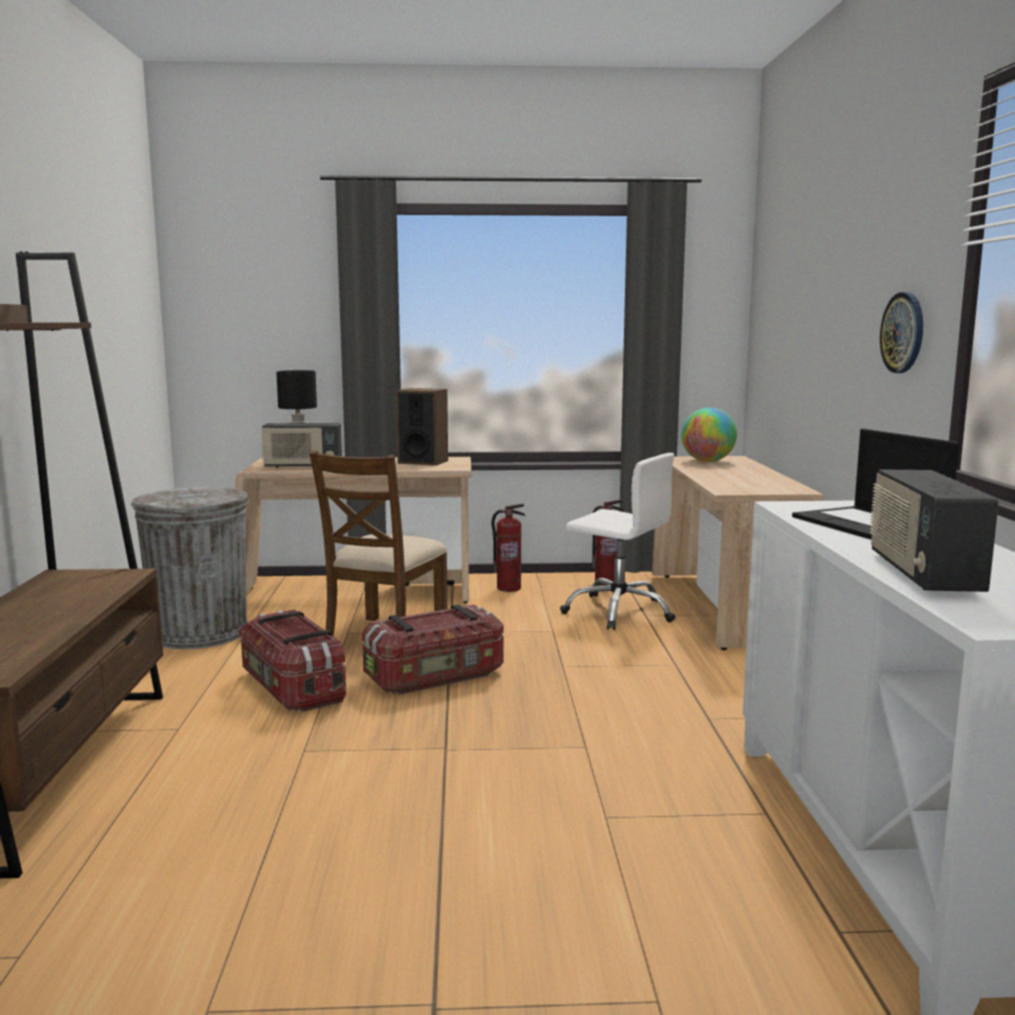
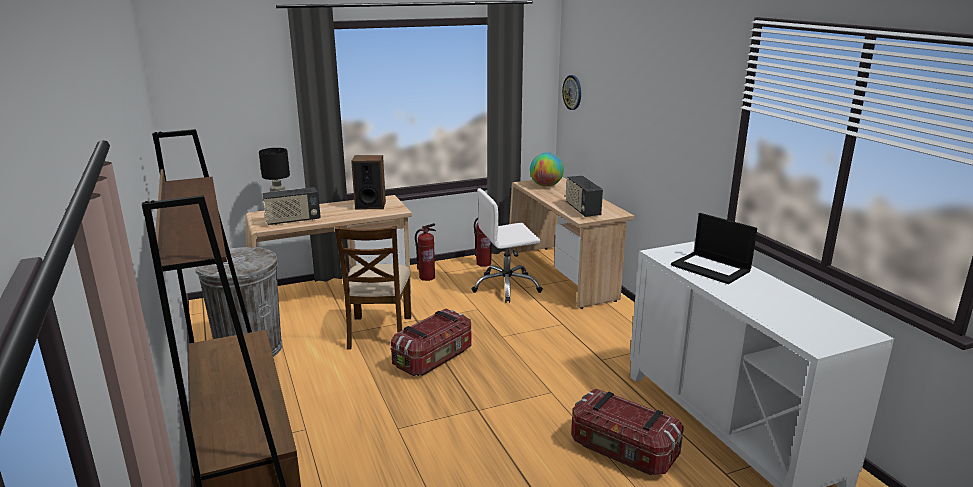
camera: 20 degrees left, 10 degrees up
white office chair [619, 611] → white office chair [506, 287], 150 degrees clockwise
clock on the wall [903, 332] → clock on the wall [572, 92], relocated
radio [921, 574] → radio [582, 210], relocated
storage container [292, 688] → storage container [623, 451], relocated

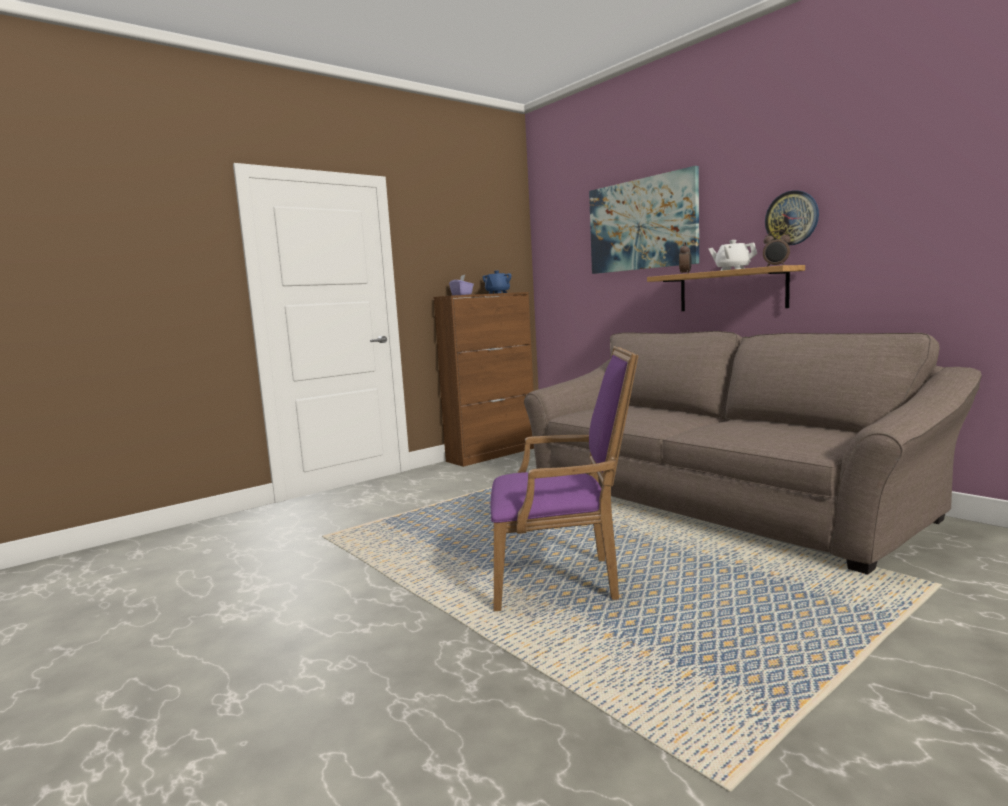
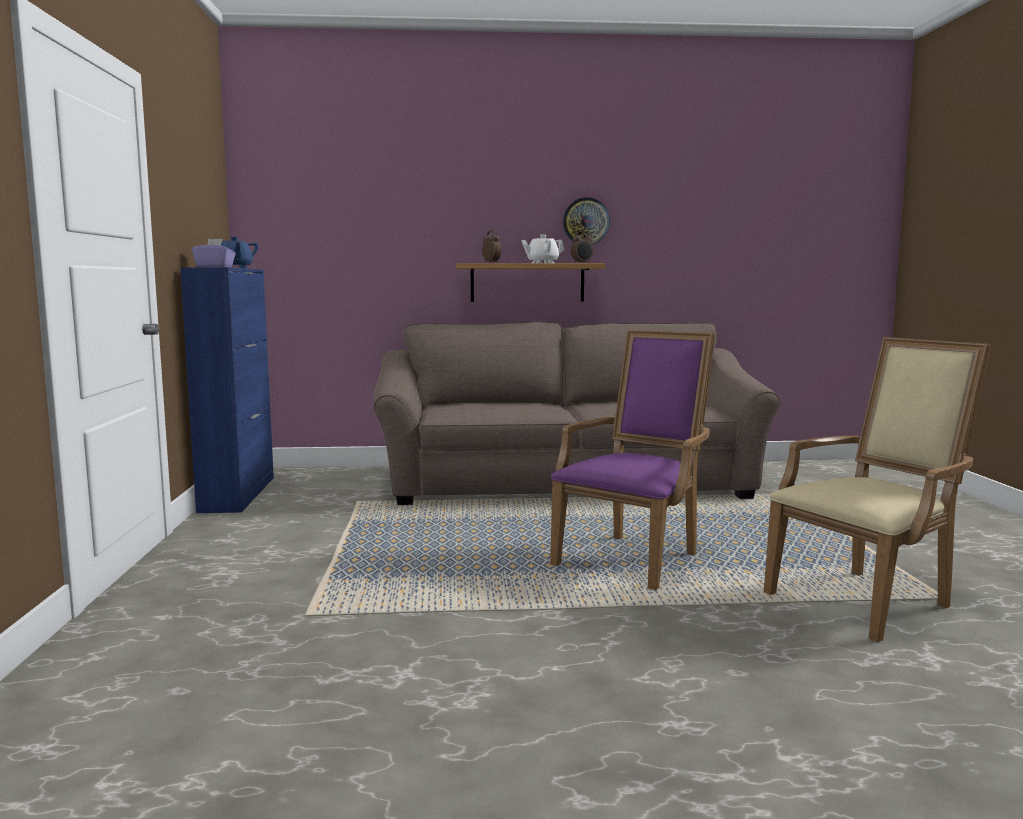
camera: 55 degrees left, 0 degrees up
brown cupboard [493, 454] → blue cupboard [238, 494]
- → beige easy chair [867, 600]
picture [642, 224] → -

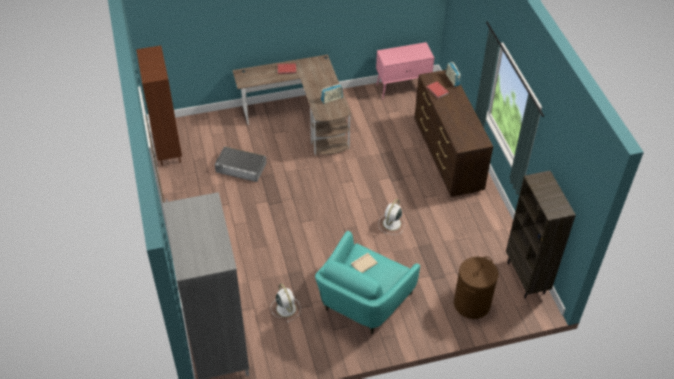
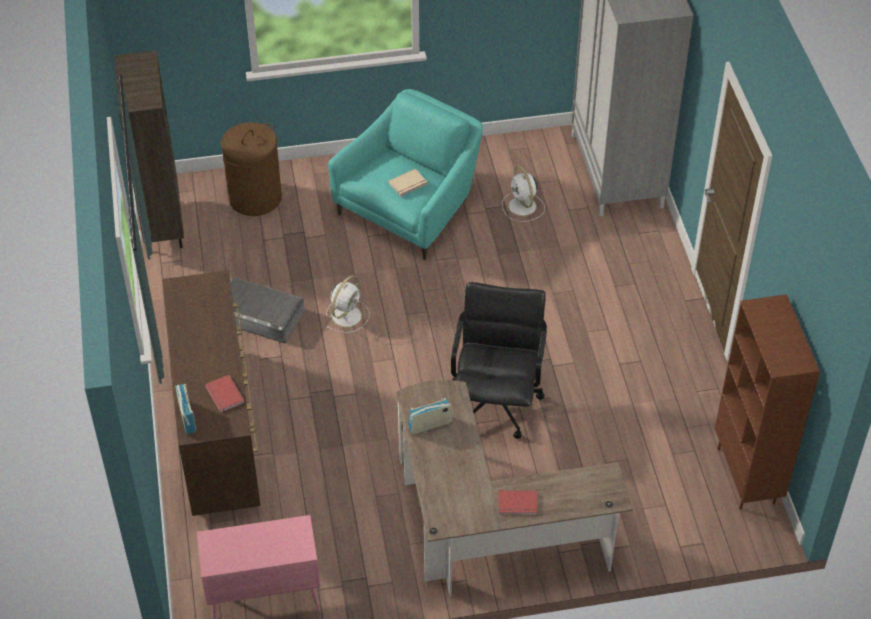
camera: 175 degrees left, 0 degrees up
gray storage container [241, 167] → gray storage container [260, 316], relocated
- → black-coloured office chair [496, 403]

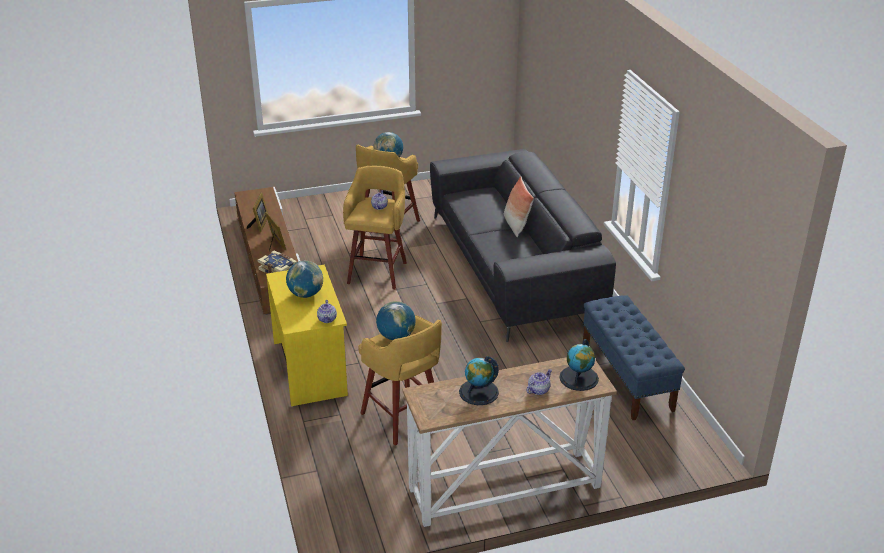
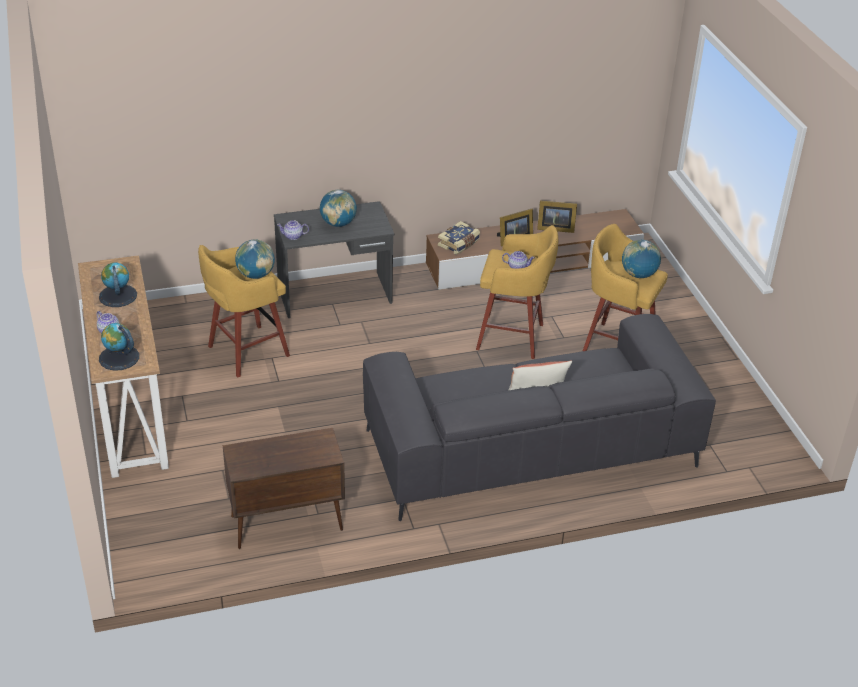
camera: 90 degrees right, 5 degrees up
blue indoor bench [627, 377] → brown cupboard [285, 523]
yellow desk [311, 367] → gray desk [335, 295]

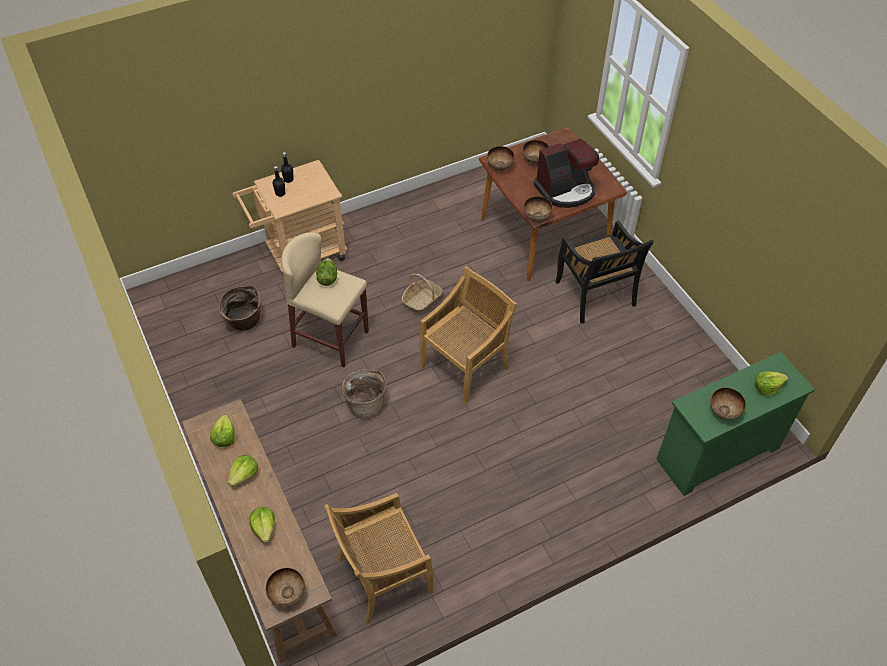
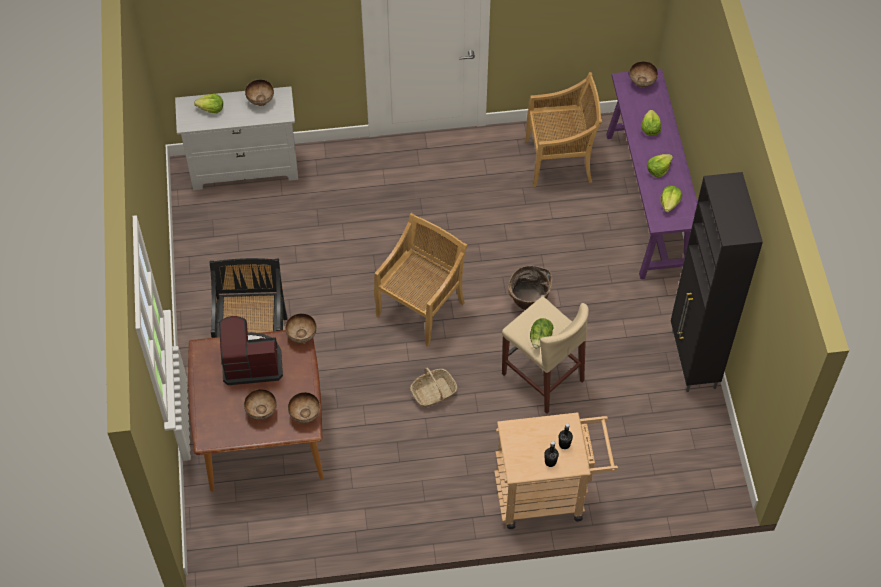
camera: 160 degrees left, 5 degrees up
greenish drawer chest [717, 454] → white drawer chest [245, 168]
beige upright chair [465, 366] → beige upright chair [421, 308], 150 degrees clockwise
brown narrow table [267, 552] → purple-coloured narrow table [646, 203]
- → black-coloured cupboard [693, 360]
household basket [244, 322] → -

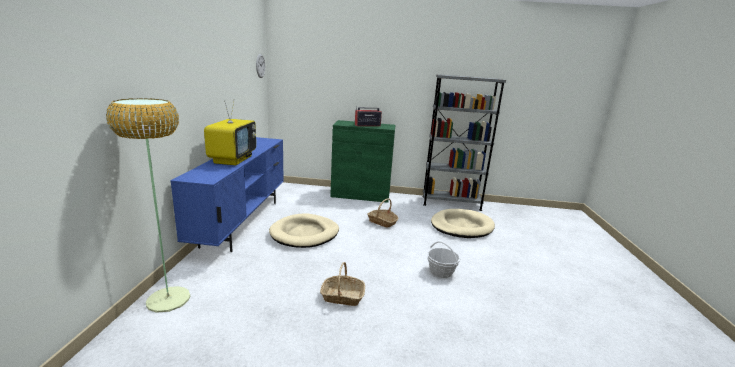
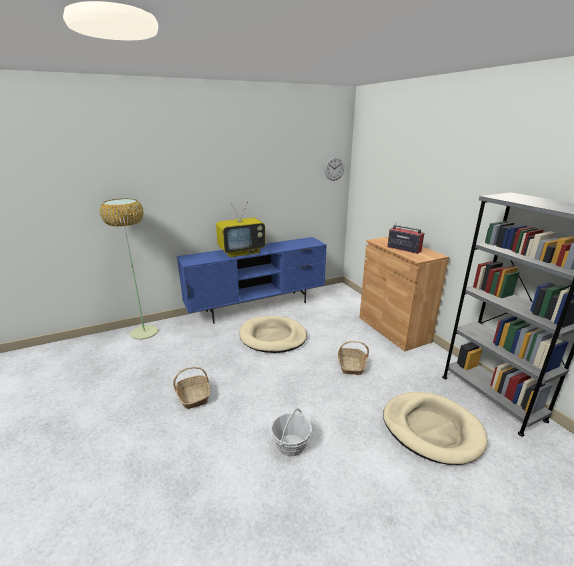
camera: 60 degrees right, 5 degrees up
greenish cupboard [360, 194] → brown cupboard [393, 329]

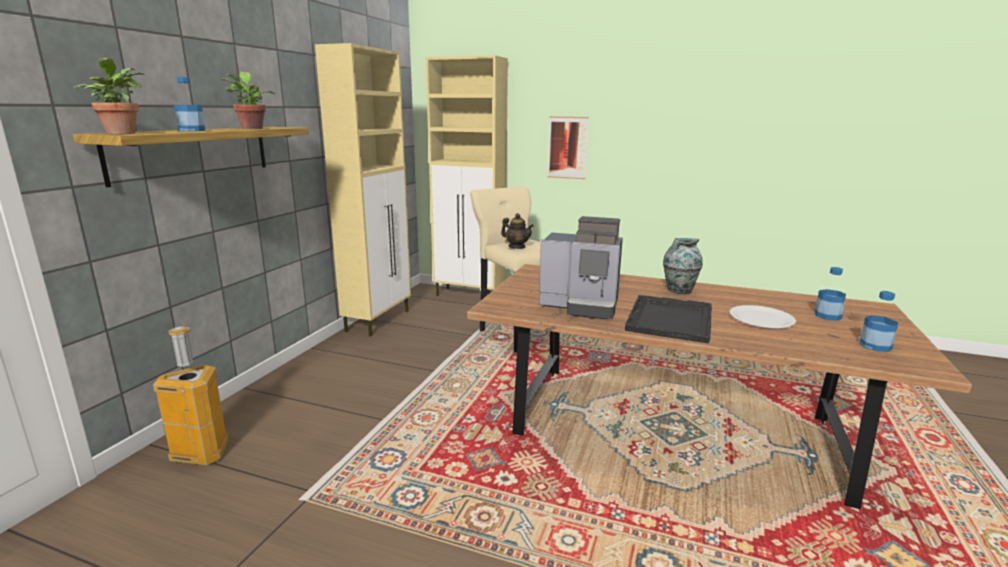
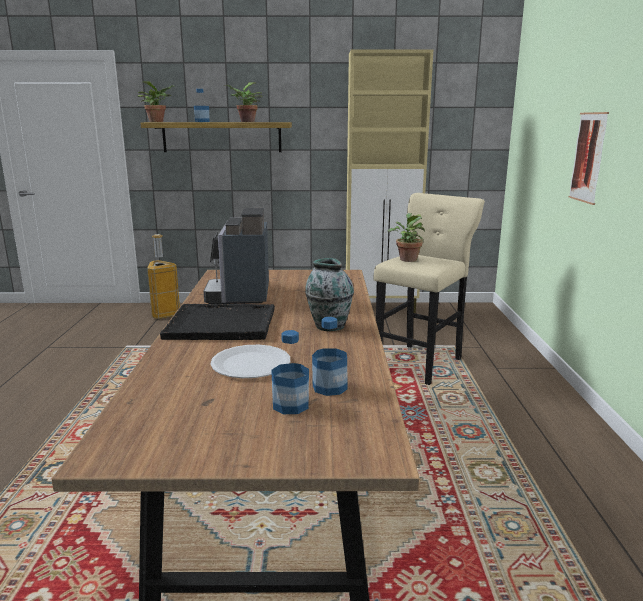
camera: 70 degrees right, 0 degrees up
drink bottle [875, 346] → drink bottle [330, 387], relocated
teapot [517, 247] → plant in a pot [407, 259]
beige cupboard [470, 295] → -

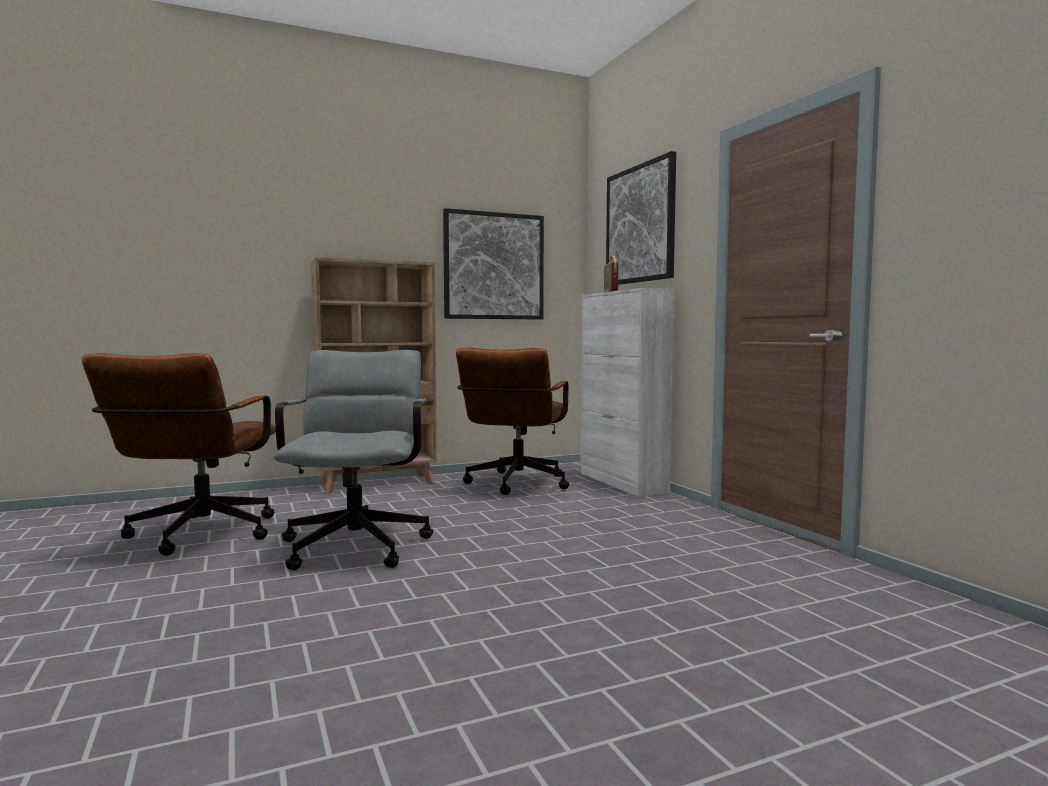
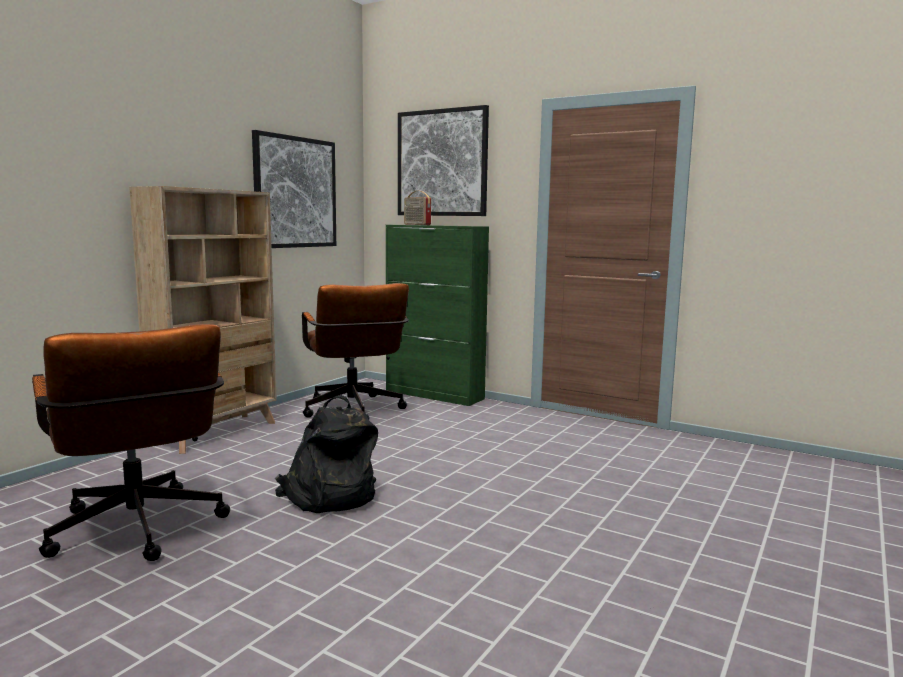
camera: 35 degrees left, 5 degrees up
gray office chair [358, 543] → black-coloured backpack [329, 496]
white cupboard [622, 482] → greenish cupboard [434, 395]

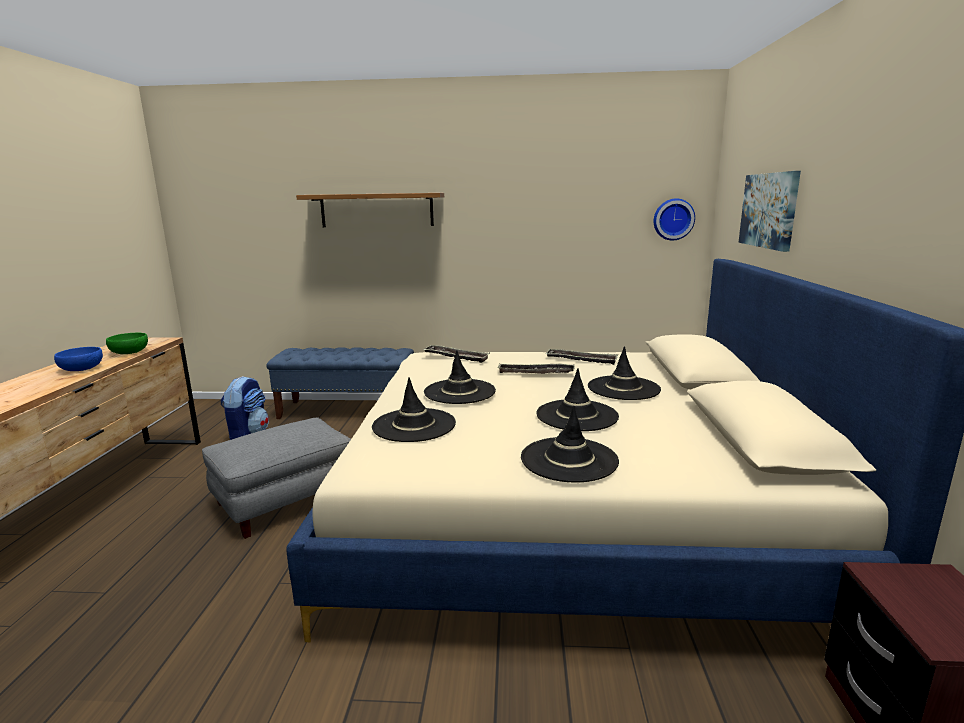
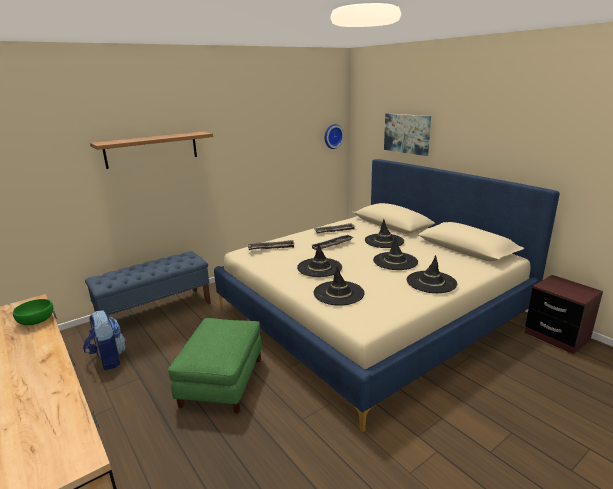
camera: 40 degrees left, 5 degrees up
gray pouffe [285, 499] → greenish pouffe [221, 381]
blue deep dish [82, 368] → -

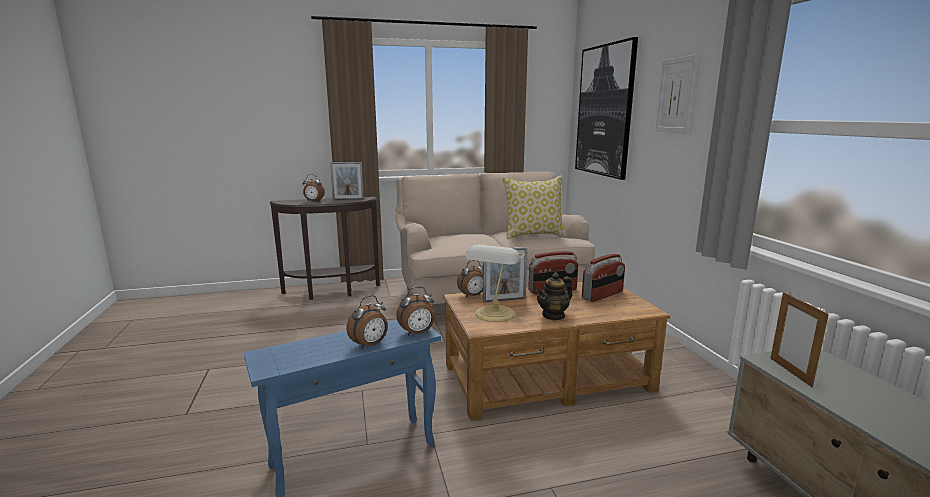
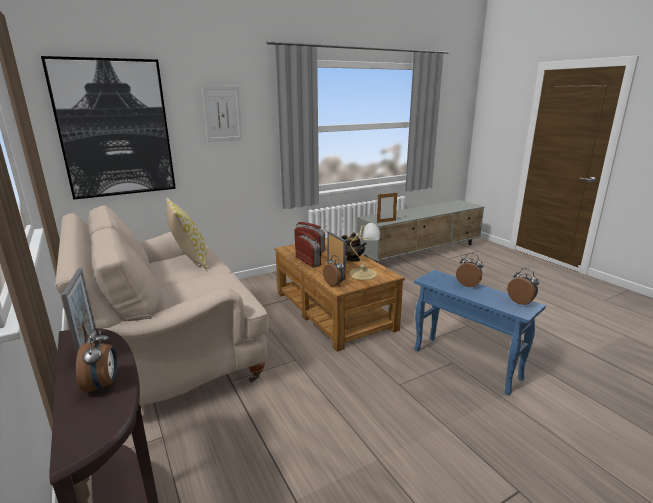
camera: 105 degrees left, 5 degrees up
bedside clock [417, 333] → bedside clock [521, 301], relocated

